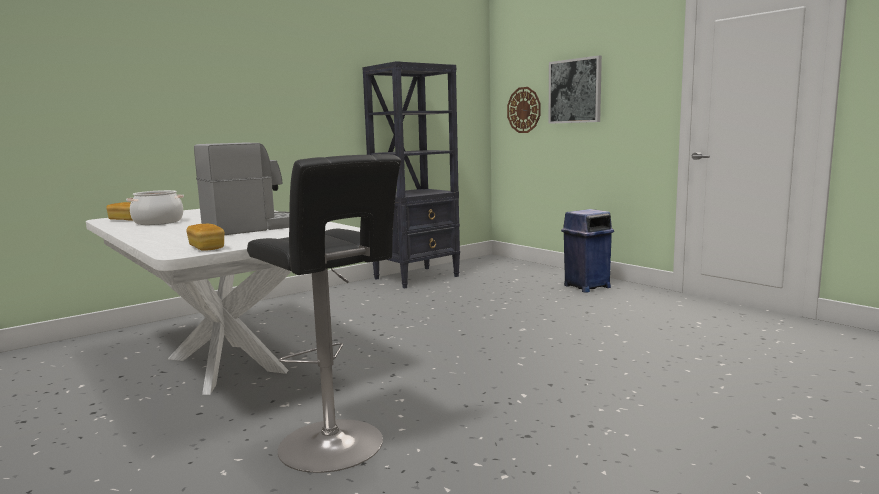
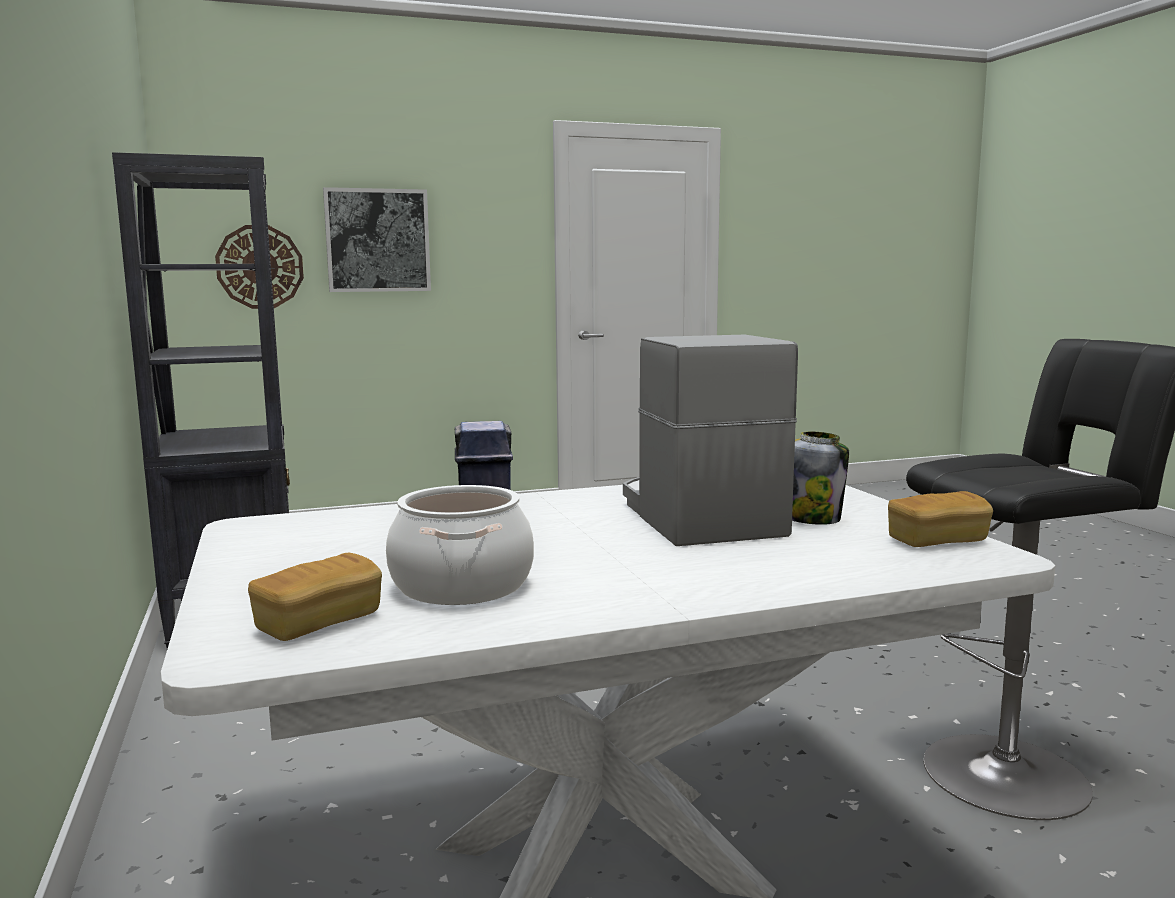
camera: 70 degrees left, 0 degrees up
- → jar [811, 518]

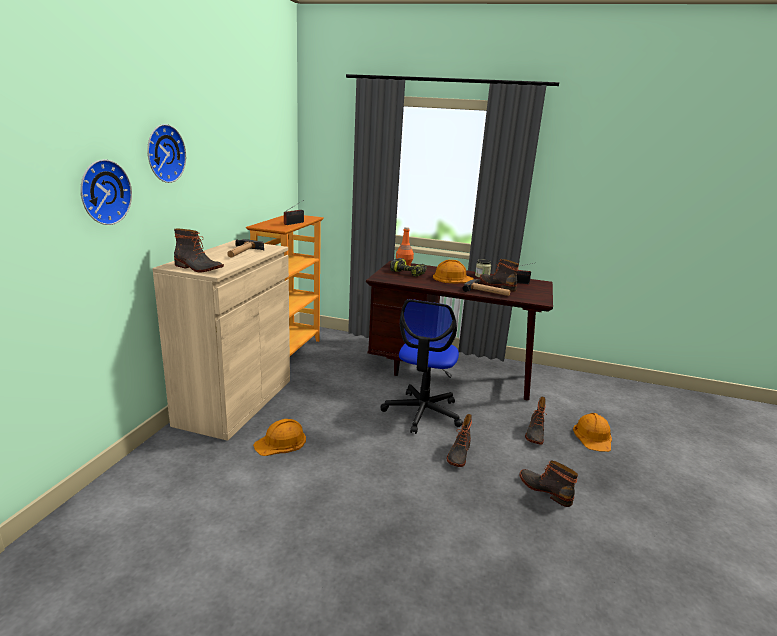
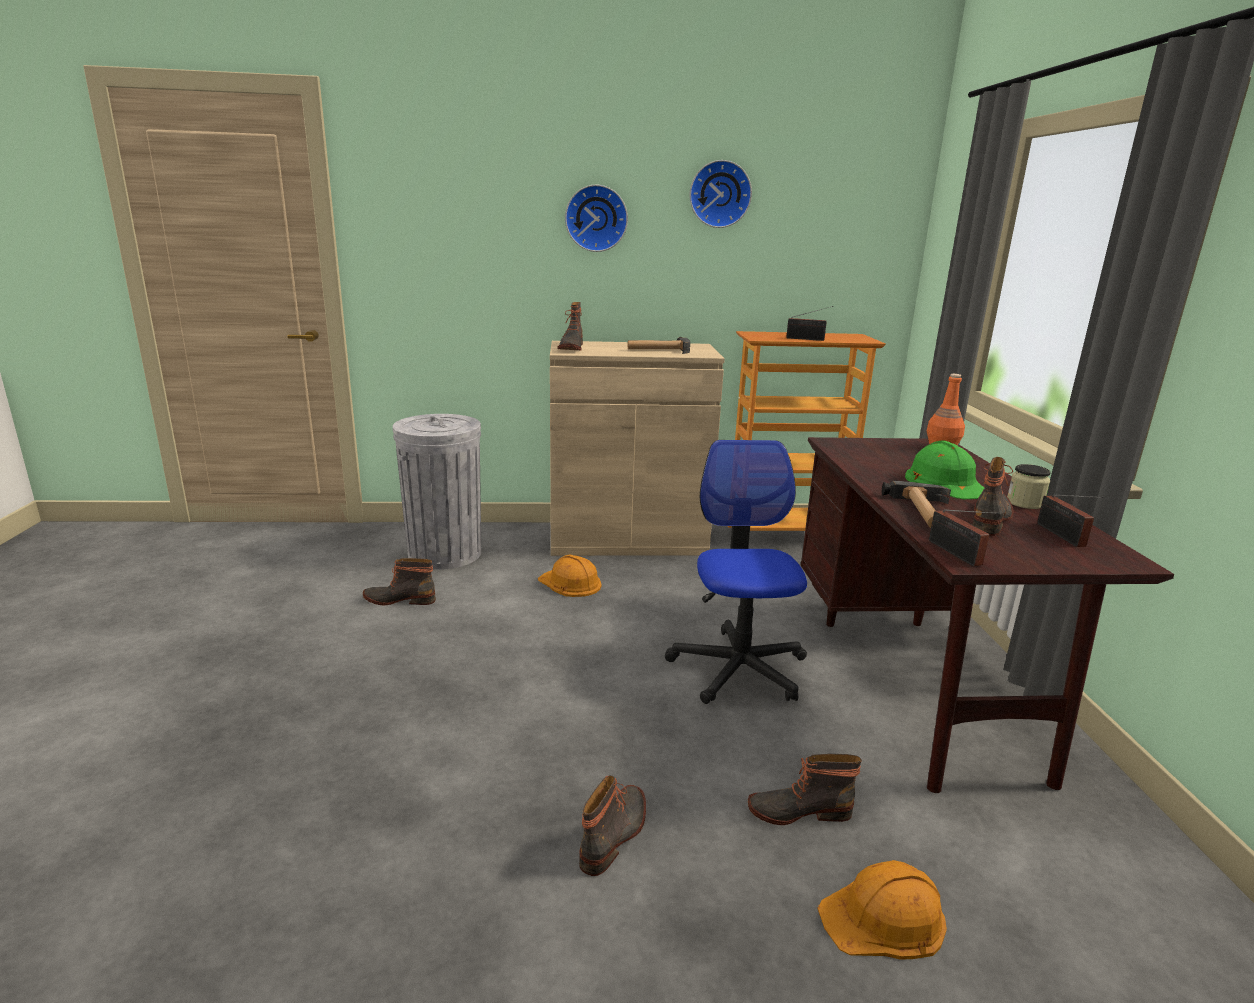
camera: 70 degrees right, 0 degrees up
high-top boot [458, 454] → high-top boot [400, 599], relocated
- → gray waste bin [445, 553]
office chair [422, 413] → office chair [738, 668], 90 degrees clockwise
clock on the wall [103, 192] → clock on the wall [719, 194], relocated
orangey work helmet [453, 278] → greenish work helmet [946, 483]
- → radio [956, 554]
power drill [409, 273] → -

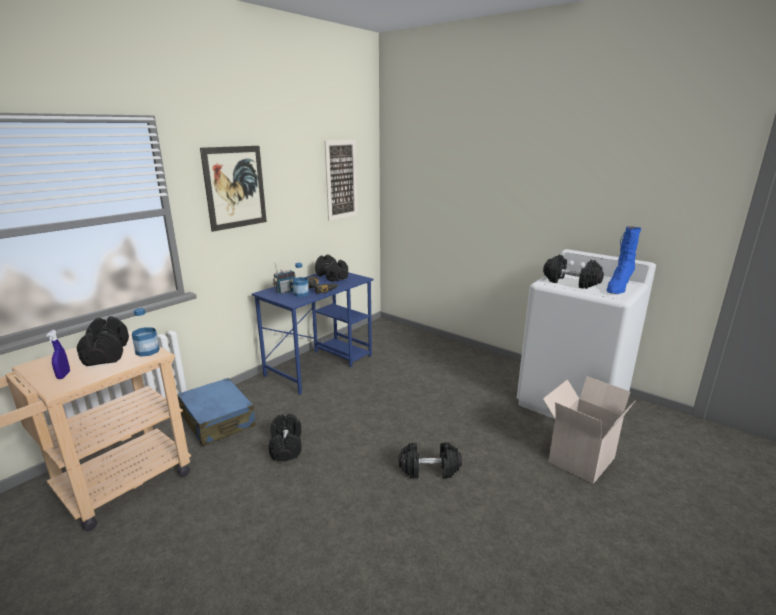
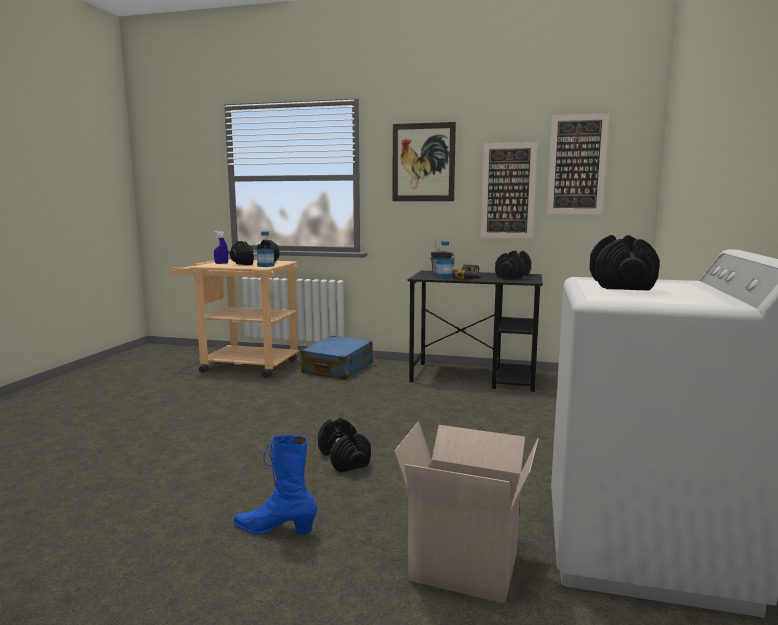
camera: 65 degrees right, 10 degrees down
blue high-top boot [618, 288] → blue high-top boot [275, 529], relocated
blue desk [320, 365] → black-coloured desk [474, 377]
- → picture [508, 191]
black-coloured hand weight [286, 446] → -

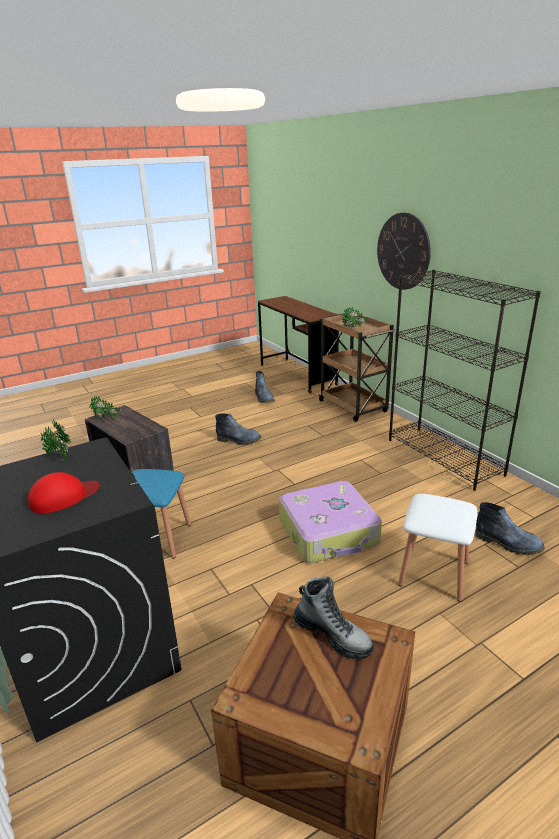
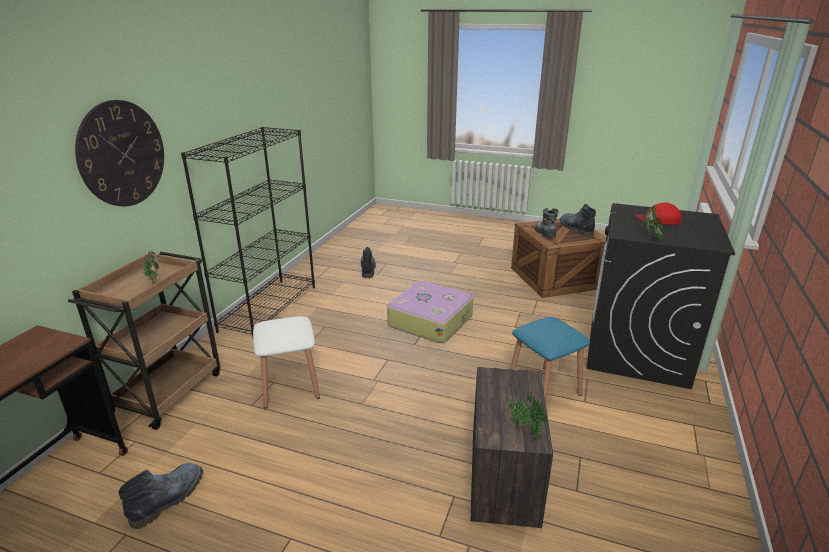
camera: 130 degrees left, 0 degrees up
white stool seat [434, 573] → white stool seat [290, 386], relocated
high-top boot [239, 440] → high-top boot [575, 229], relocated

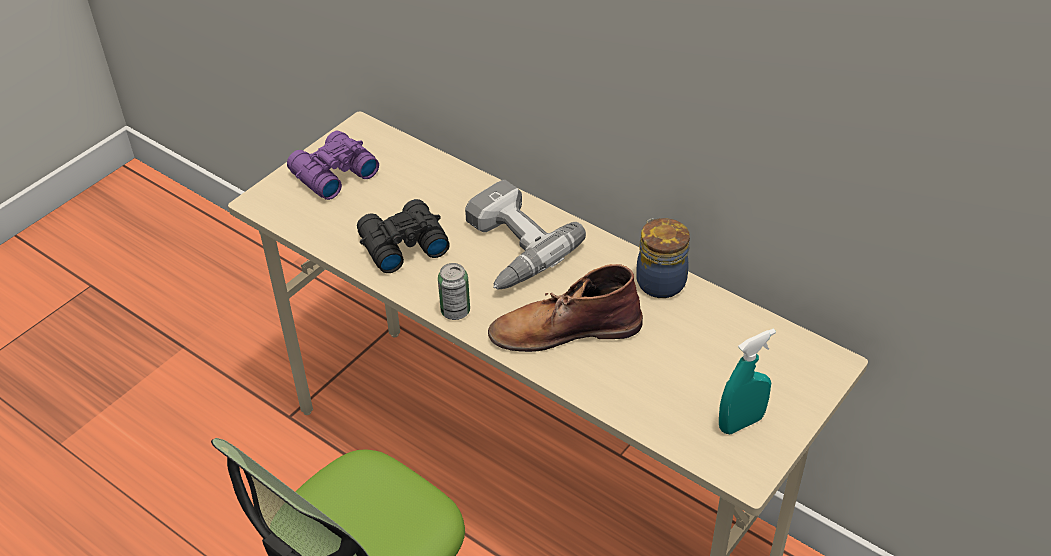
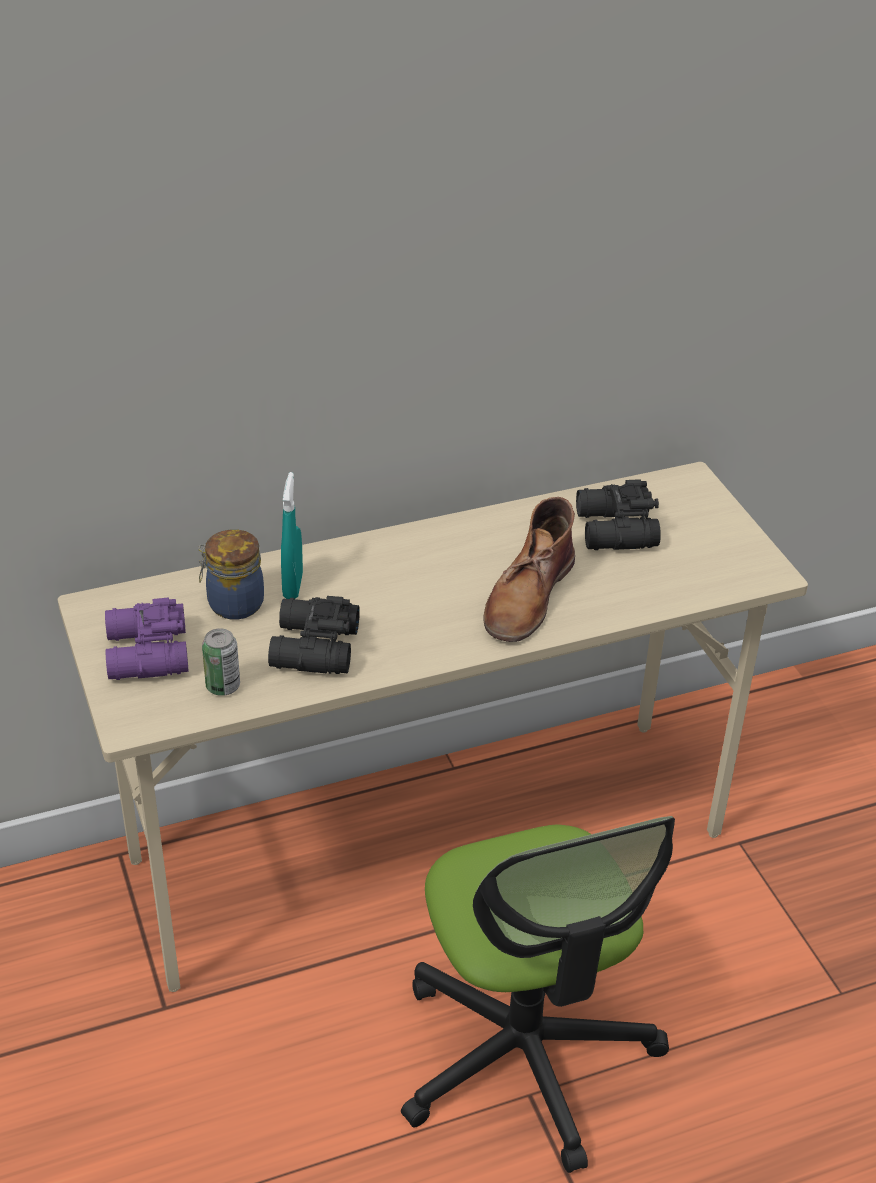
camera: 60 degrees left, 5 degrees down
jar [659, 281] → jar [233, 604], relocated
sealed can [455, 311] → sealed can [223, 686], relocated
turquoise hand sprayer [741, 423] → turquoise hand sprayer [293, 586], relocated
- → black-coloured binoculars [614, 531]
power drill [508, 248] → -

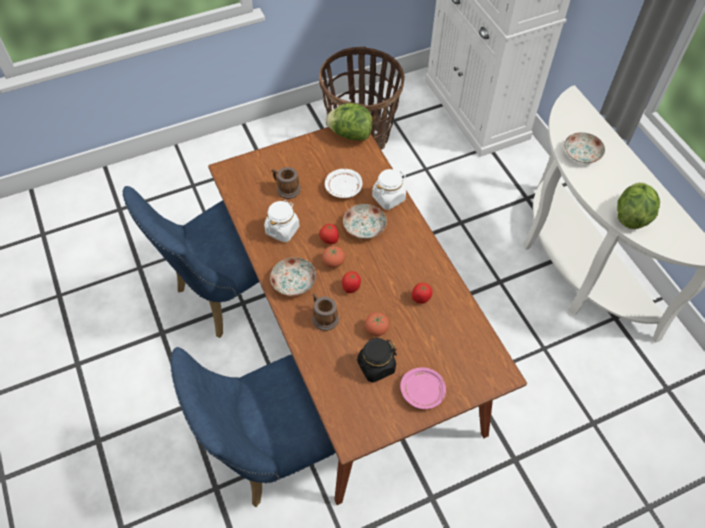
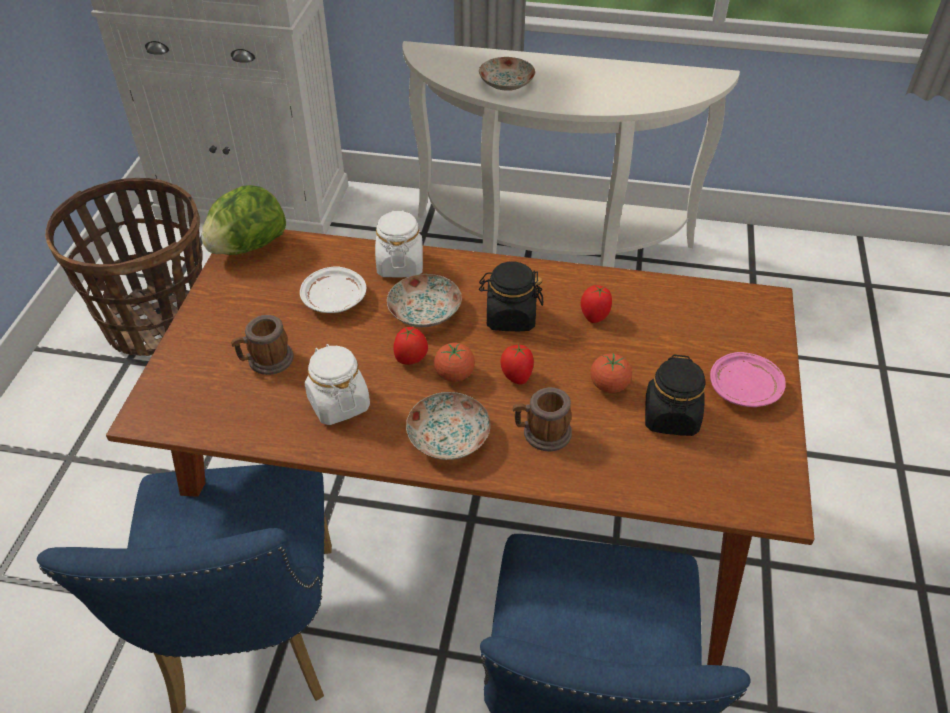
camera: 55 degrees left, 10 degrees down
- → black-coloured jar [510, 317]
lettuce head [631, 215] → -

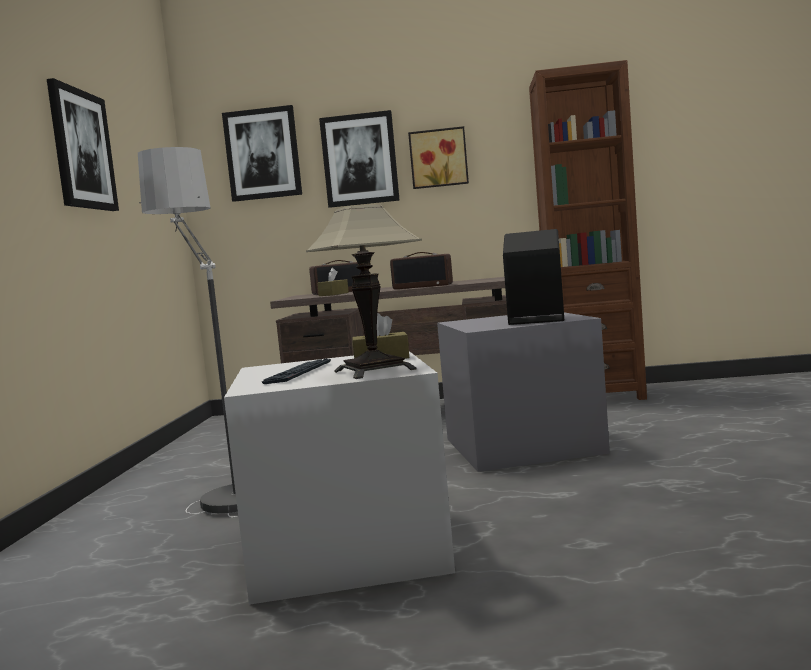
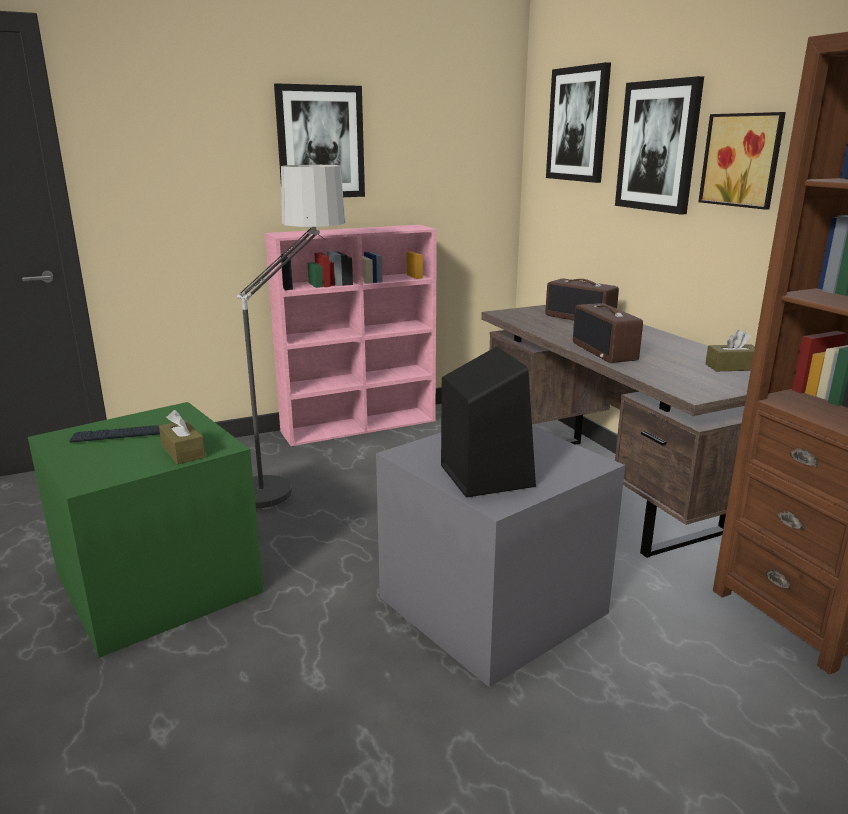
camera: 60 degrees right, 15 degrees up
gray storage container [344, 550] → greenish storage container [155, 583]
- → pink-coloured shelving unit [360, 425]
brown tissue box [333, 294] → brown tissue box [732, 367], relocated
table lamp [375, 370] → -

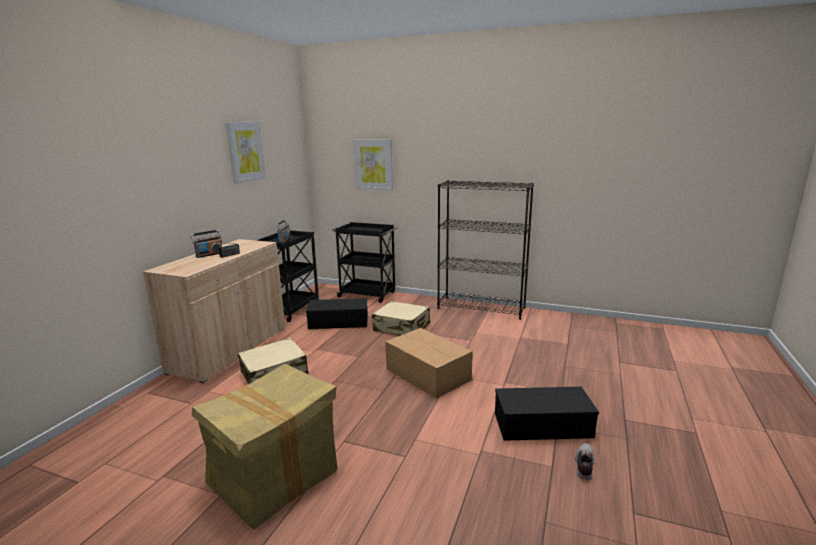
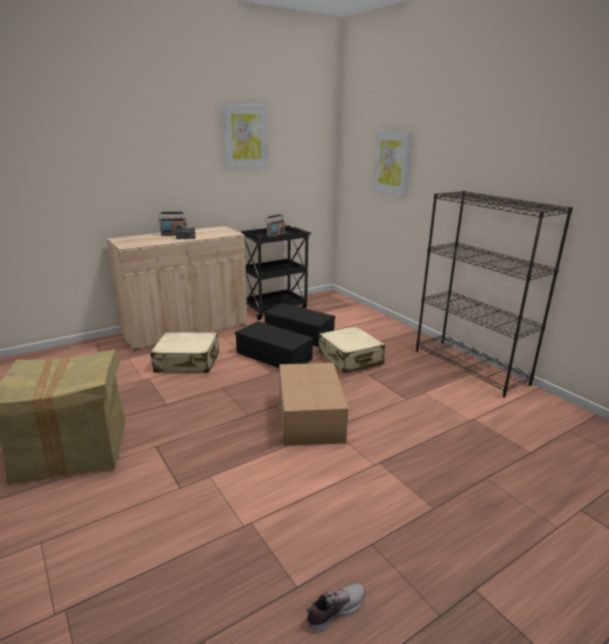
camera: 35 degrees right, 5 degrees up
black-coloured storage container [543, 424] → black-coloured storage container [275, 356], relocated
black-coloured trolley [368, 295] → -

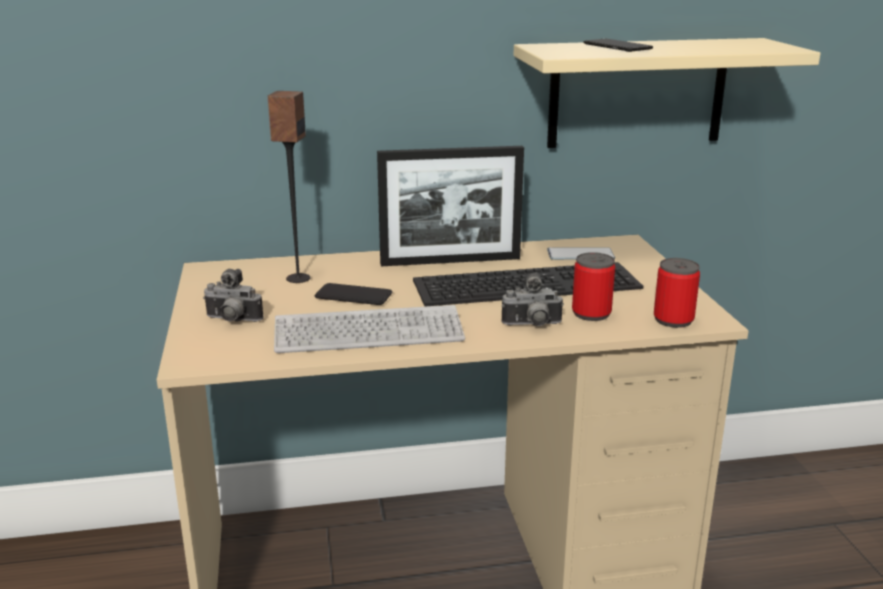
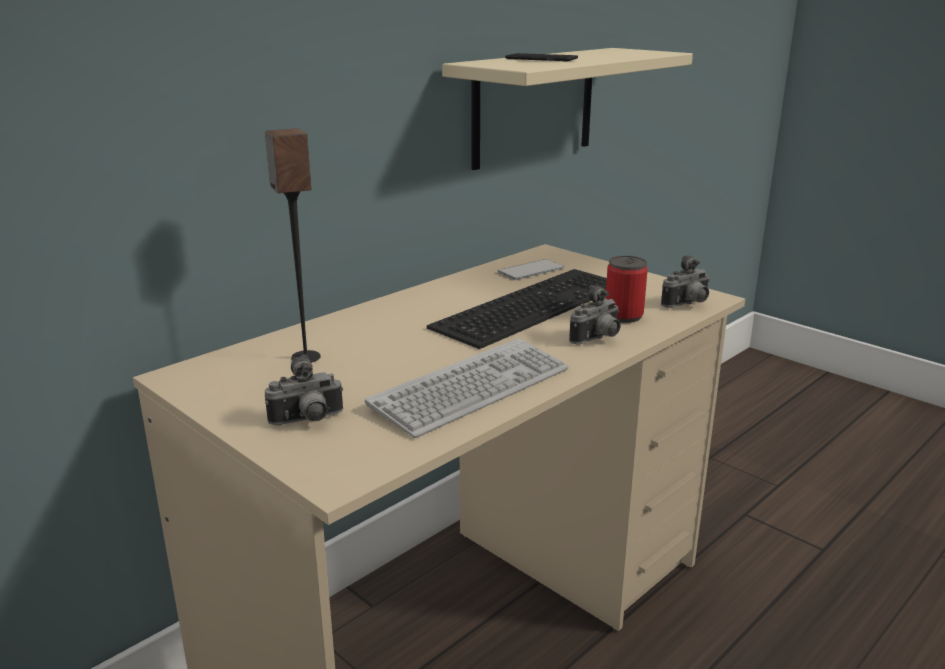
camera: 35 degrees left, 0 degrees up
sealed can [673, 320] → still camera [687, 304]
phone [353, 296] → -
photo frame [450, 261] → -

